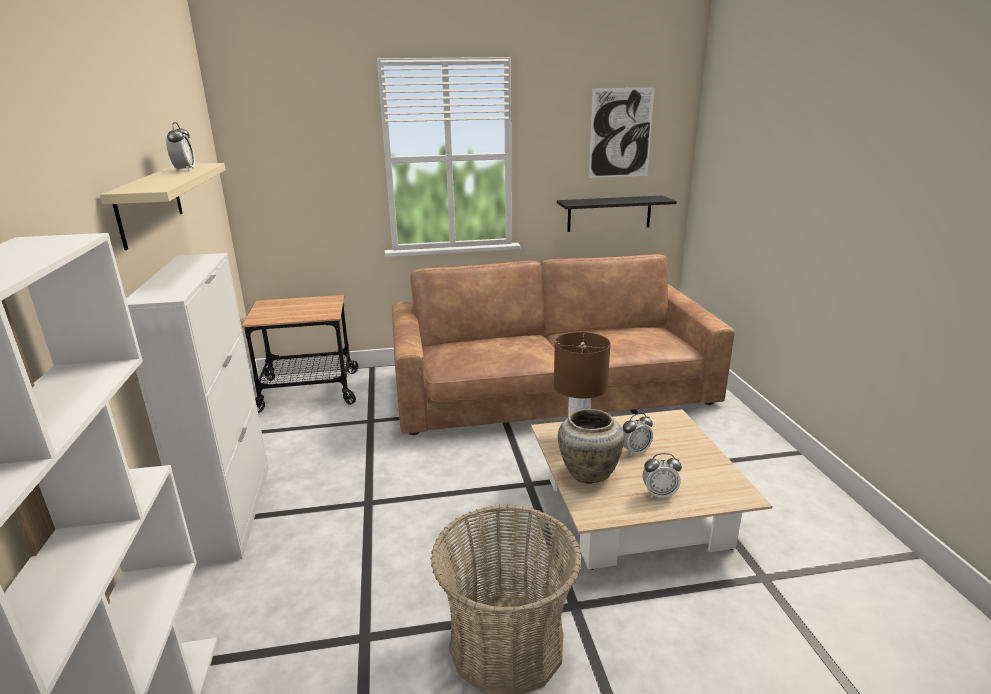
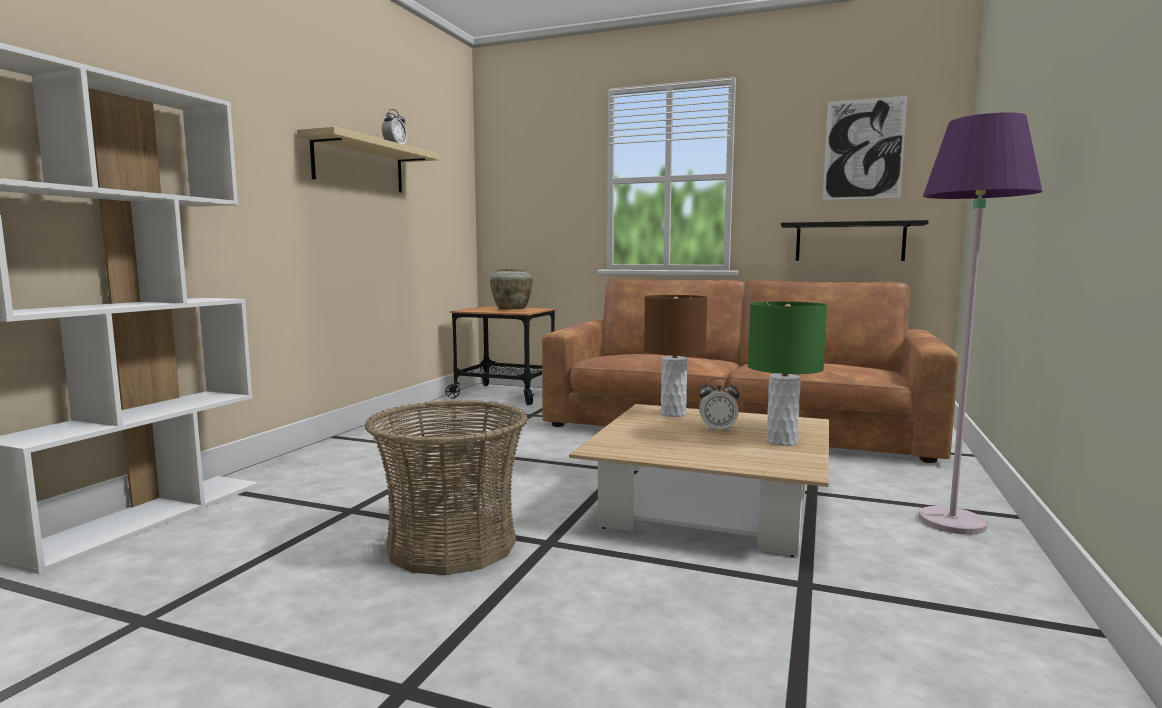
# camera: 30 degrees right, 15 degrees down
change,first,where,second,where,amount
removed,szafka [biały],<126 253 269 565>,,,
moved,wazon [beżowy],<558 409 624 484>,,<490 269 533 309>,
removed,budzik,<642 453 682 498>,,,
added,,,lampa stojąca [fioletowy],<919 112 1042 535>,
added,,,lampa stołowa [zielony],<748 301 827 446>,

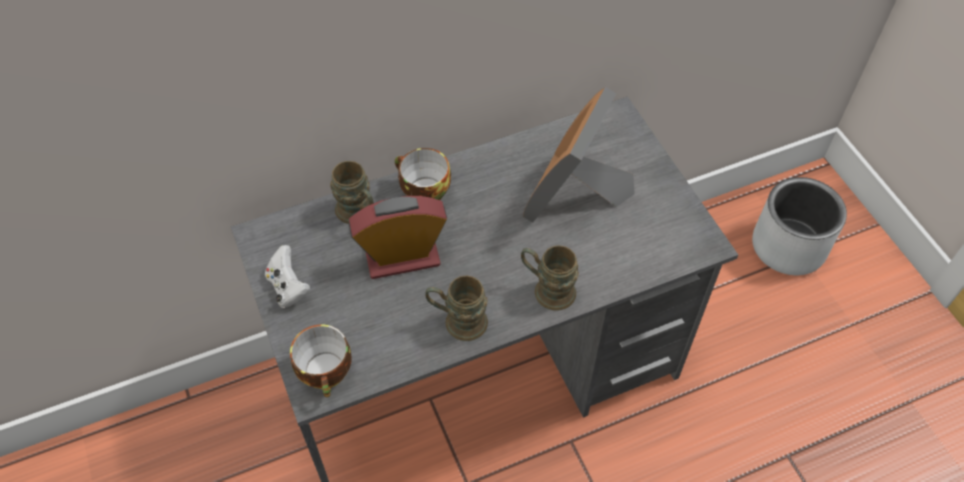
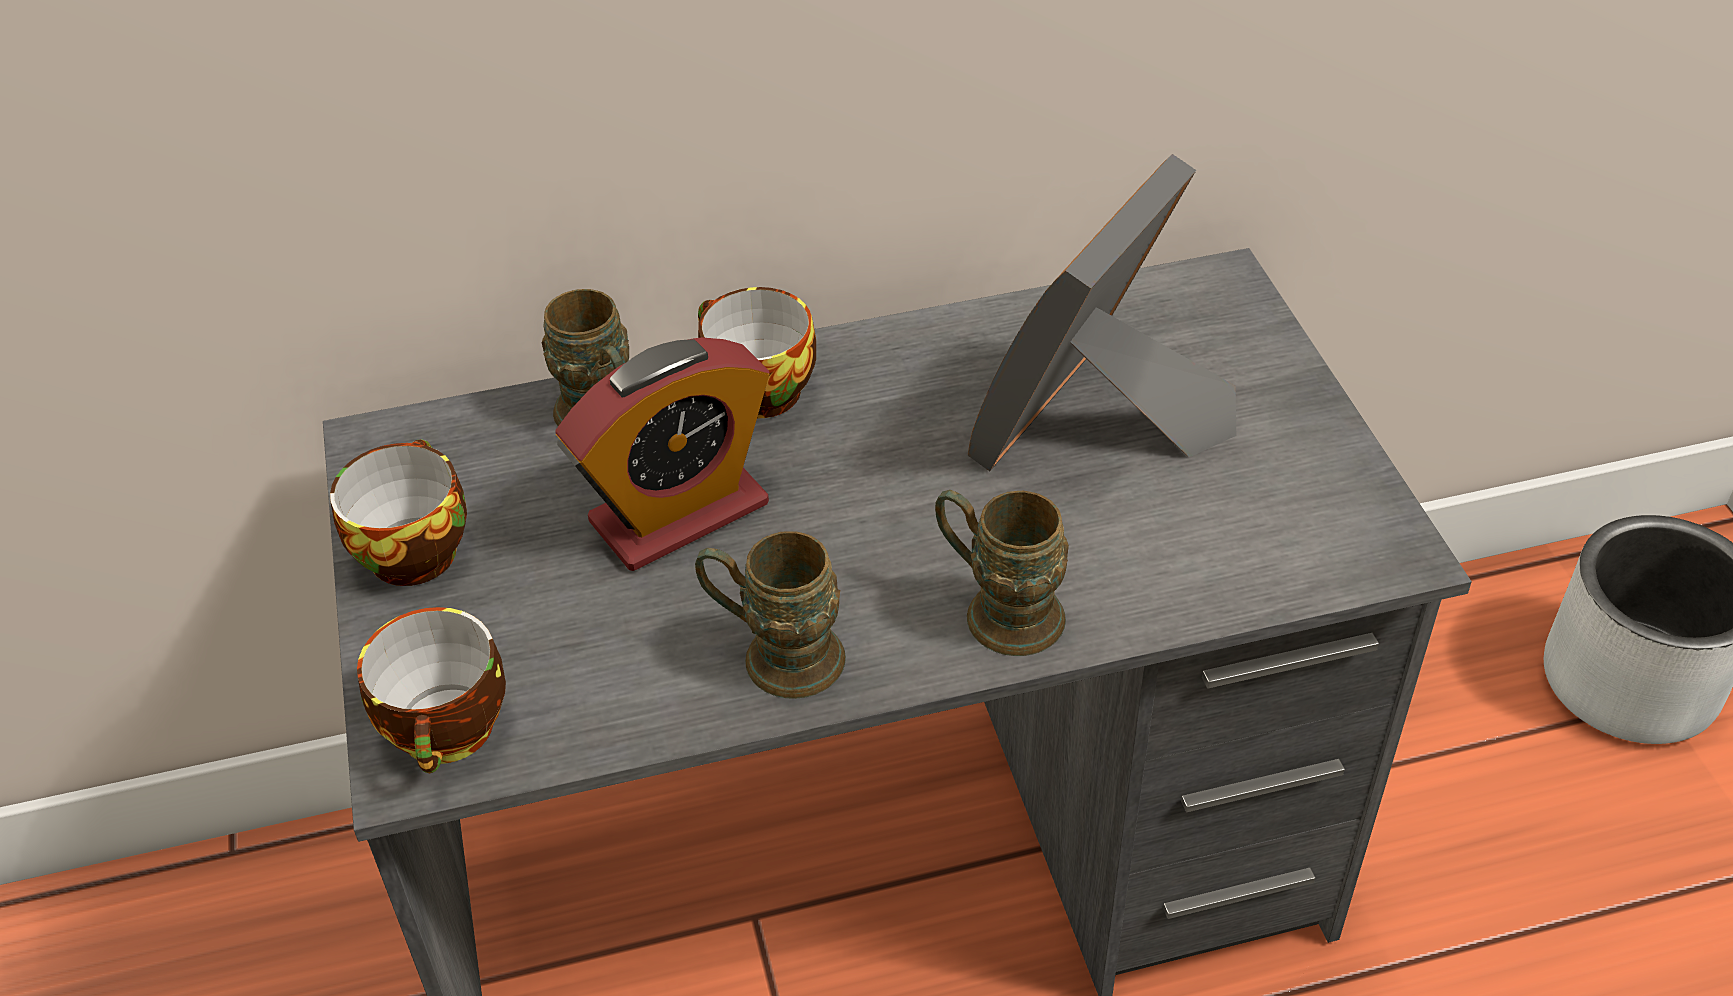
# camera: 10 degrees right, 10 degrees down
change,first,where,second,where,amount
turned,budzik,<349 196 447 279>,,<555 337 769 571>,150 degrees clockwise
replaced,pad do gier [biały],<265 245 310 308>,filiżanka,<330 439 467 586>,

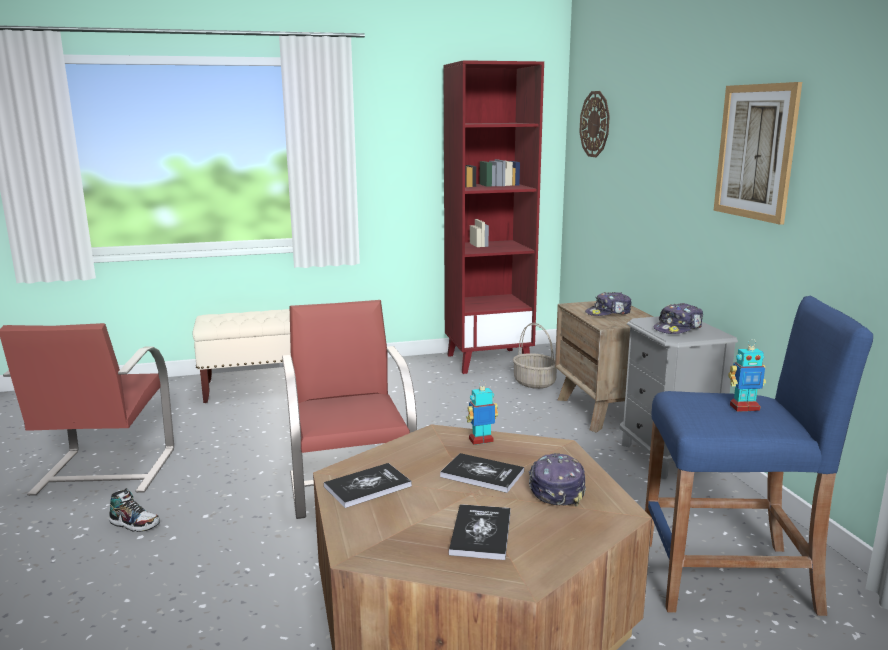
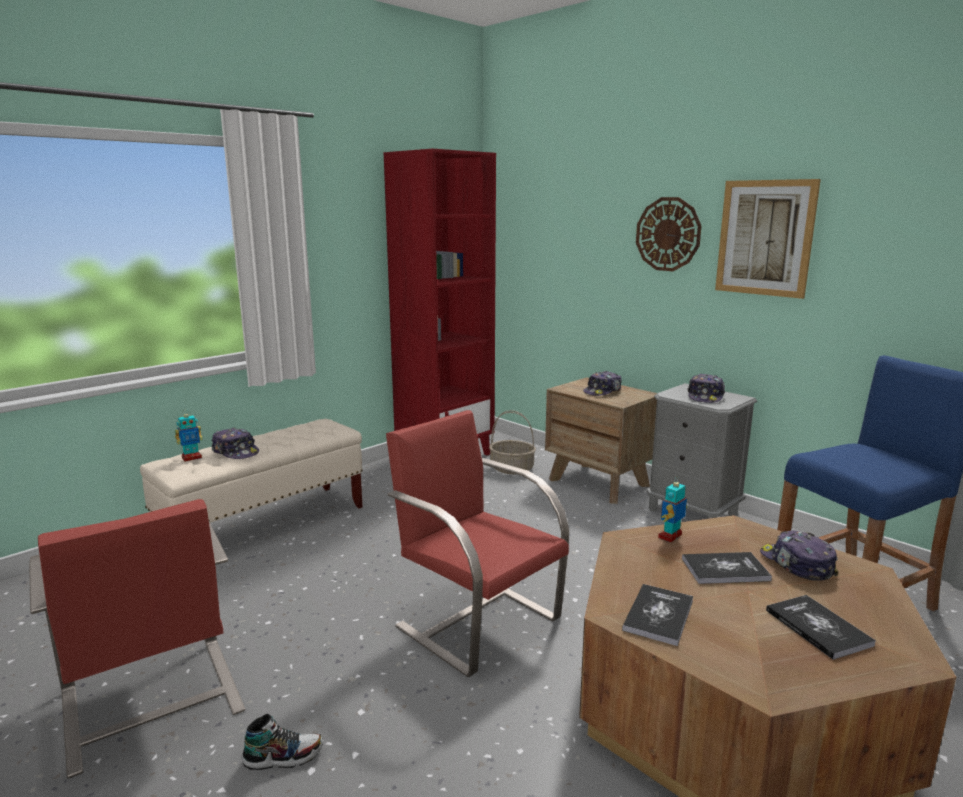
# camera: 30 degrees left, 0 degrees up
change,first,where,second,where,amount
moved,zegar ścienny,<579 91 610 157>,,<636 197 701 271>,
moved,robot zabawkowy,<728 339 766 412>,,<175 409 203 462>,
added,,,czapka z daszkiem,<211 428 259 459>,

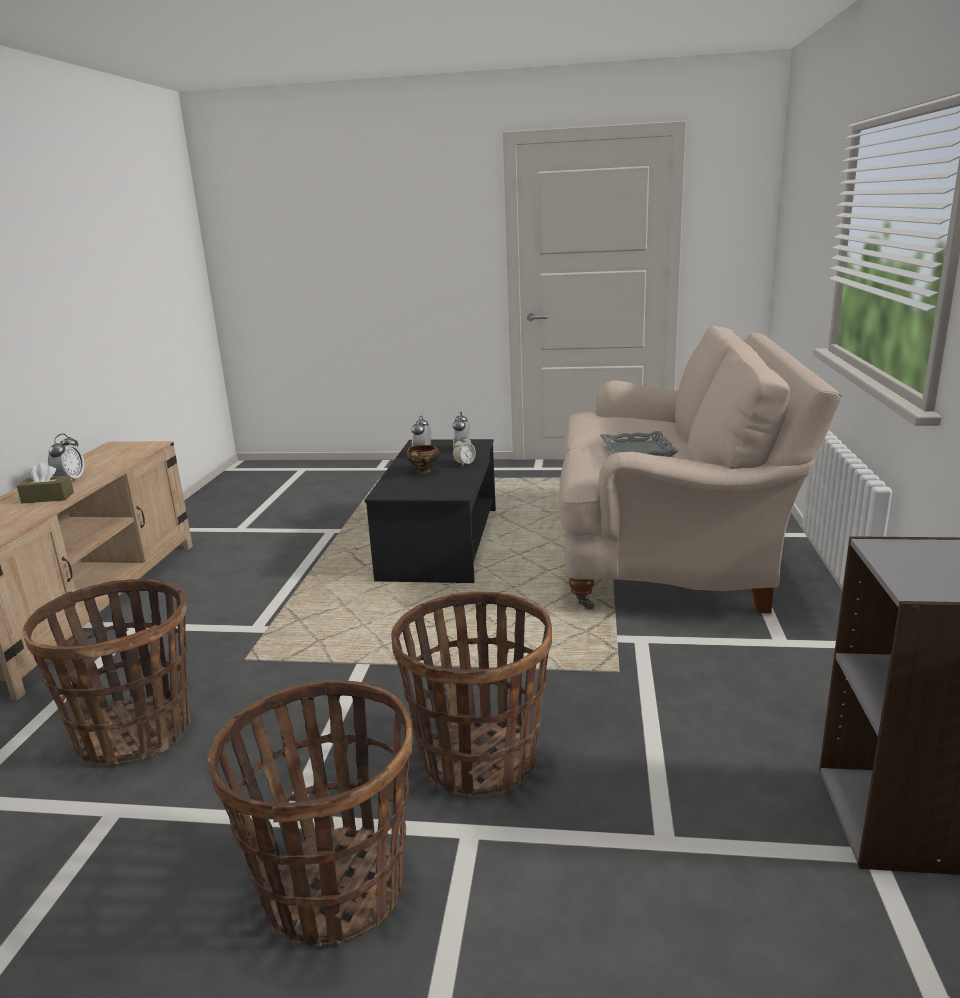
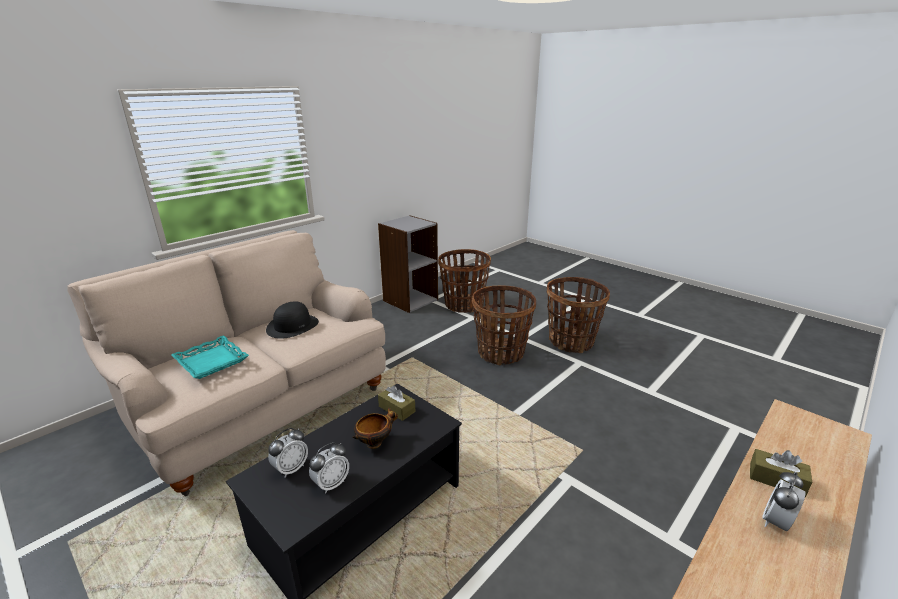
# camera: 145 degrees left, 5 degrees up
change,first,where,second,where,amount
replaced,taca [szary],<600 431 678 457>,kapelusz [czarny],<266 301 319 339>,
removed,budzik,<453 435 476 466>,,,
moved,koszyk,<23 579 190 764>,,<438 249 491 313>,
added,,,taca [turkusowy],<171 336 249 379>,
added,,,pudełko chusteczek [brązowy],<378 385 415 421>,

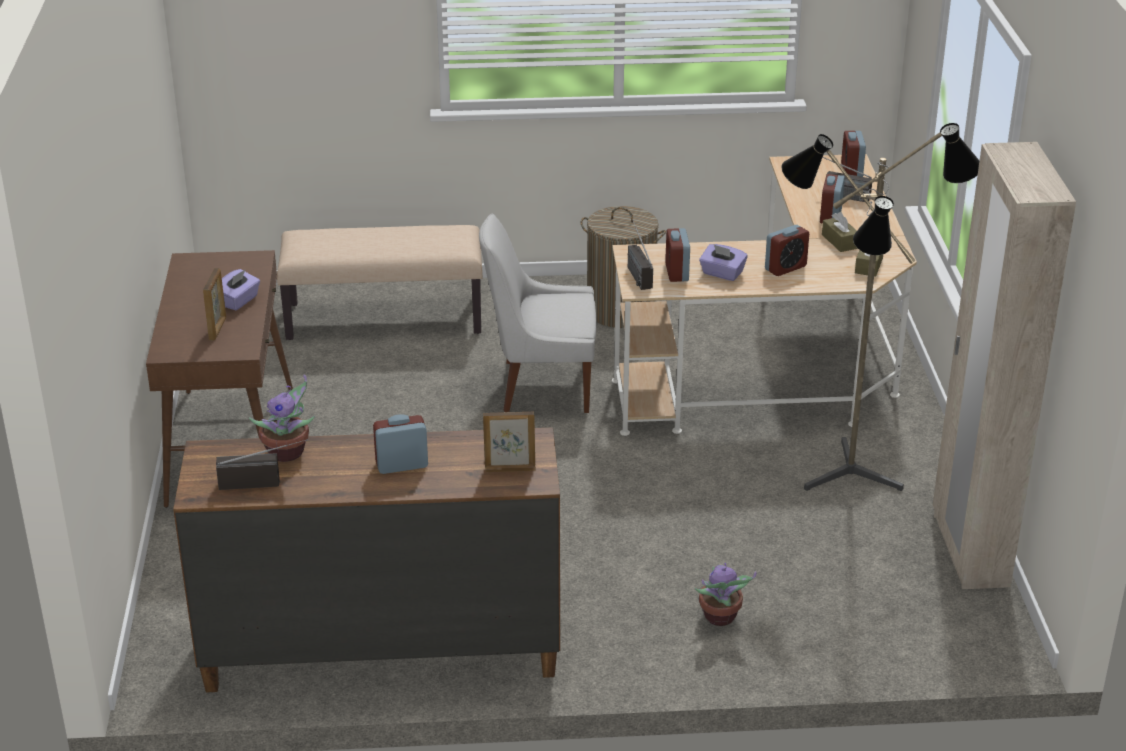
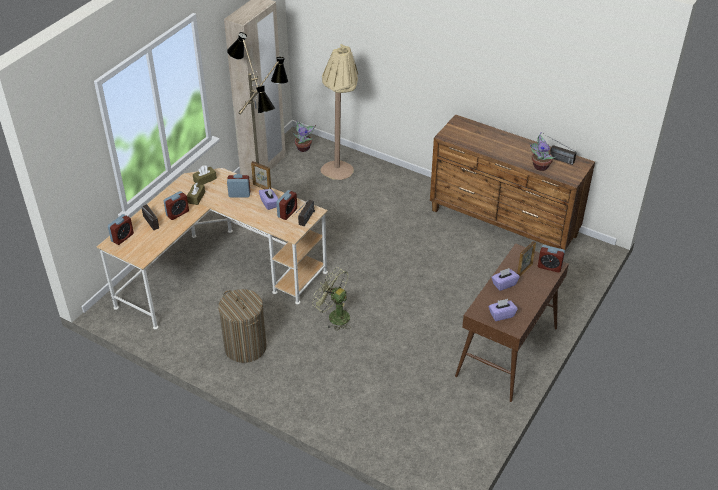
# camera: 145 degrees left, 10 degrees up
change,first,where,second,where,amount
replaced,krzesło [biały],<479 214 597 413>,wentylator [zielony],<312 267 351 331>,
removed,ławka [beżowy],<277 225 483 340>,,,
moved,ramka na zdjęcie,<483 412 535 472>,,<251 161 271 189>,
moved,budzik,<373 414 428 474>,,<538 245 565 273>,
moved,roślina doniczkowa,<694 563 757 626>,,<293 120 316 152>,
added,,,lampa stojąca [beżowy],<320 44 358 180>,
added,,,pudełko chusteczek [fioletowy],<489 299 517 321>,

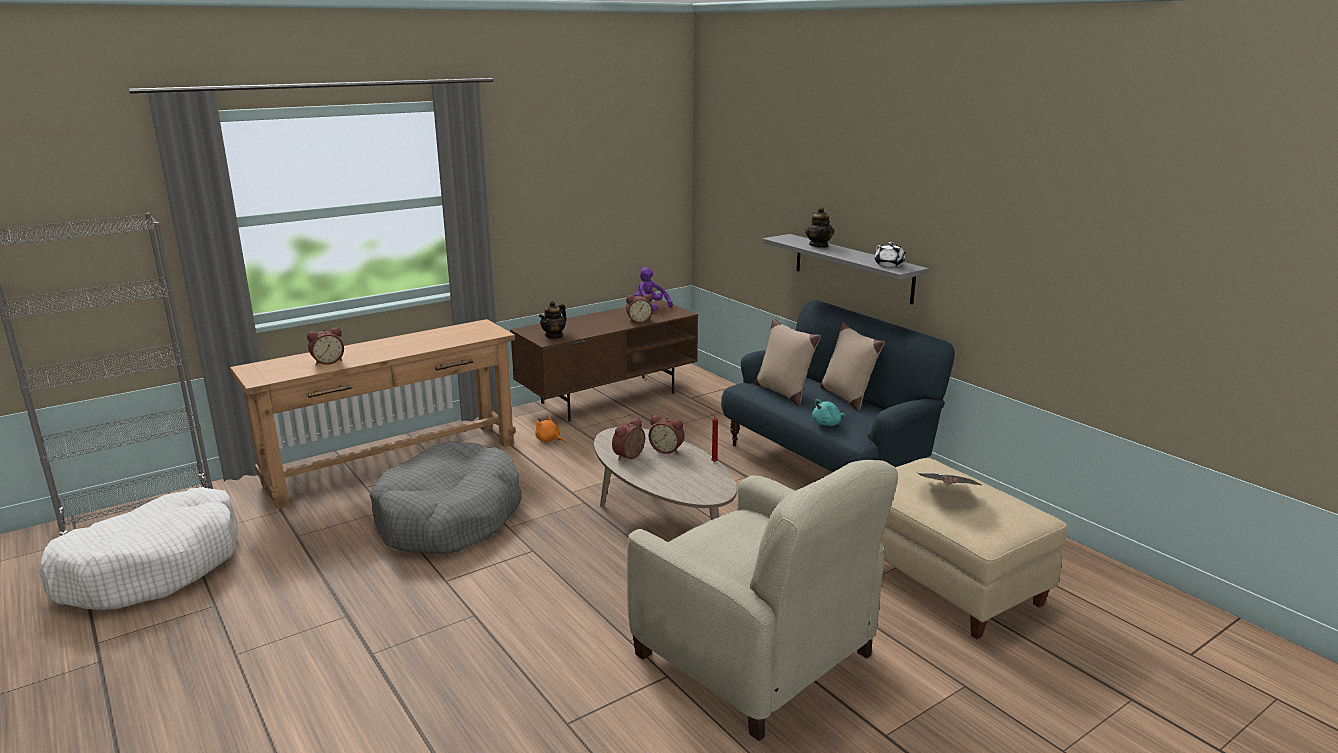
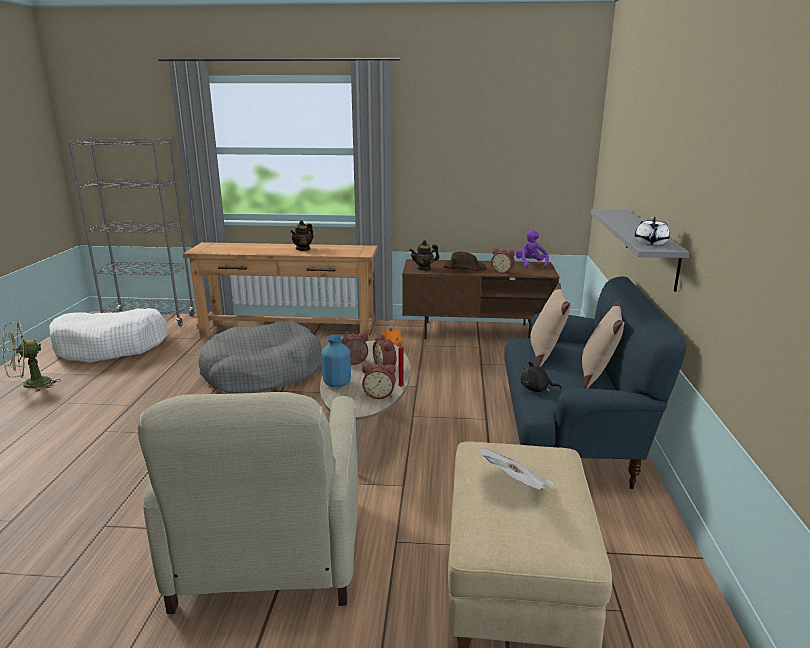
# camera: 40 degrees right, 0 degrees up
change,first,where,second,where,amount
moved,imbryk,<805 207 834 248>,,<290 220 314 251>,
moved,budzik,<307 327 344 365>,,<362 363 396 399>,
recoloured,pluszak [turkusowy],<812 399 846 426>,pluszak [czarny],<521 361 562 392>,
added,,,kapelusz [brązowy],<443 252 487 270>,
added,,,wentylator [zielony],<2 321 61 392>,
added,,,wazon [niebieski],<322 334 351 387>,

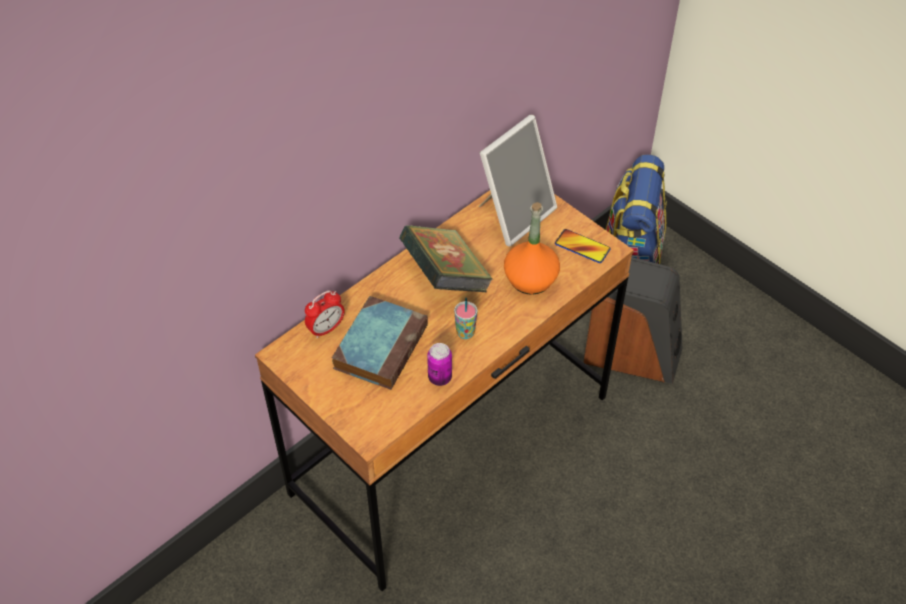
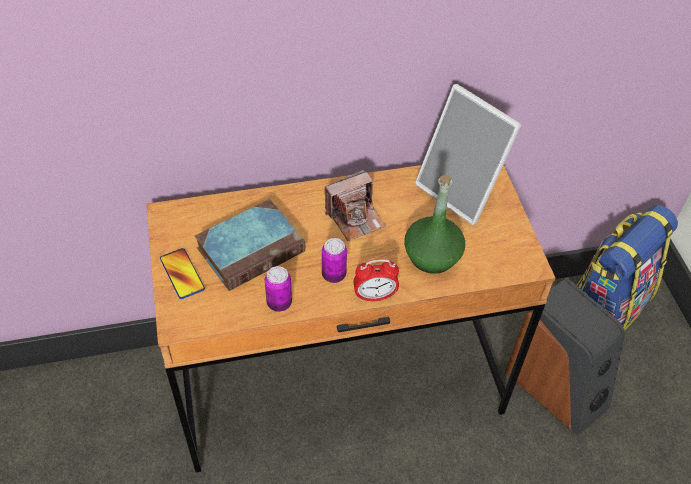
# camera: 30 degrees right, 0 degrees up
change,first,where,second,where,amount
turned,ramka na zdjęcie,<479 115 557 246>,,<415 84 521 225>,60 degrees clockwise
recoloured,butelka [pomarańczowy],<504 202 560 295>,butelka [zielony],<404 175 465 274>,
replaced,książka,<399 225 493 292>,aparat fotograficzny,<325 170 386 241>,
moved,telefon,<555 229 611 263>,,<160 248 205 299>,
moved,budzik,<305 290 345 339>,,<353 259 399 301>,
replaced,filiżanka,<454 298 478 339>,puszka,<322 238 347 283>,

